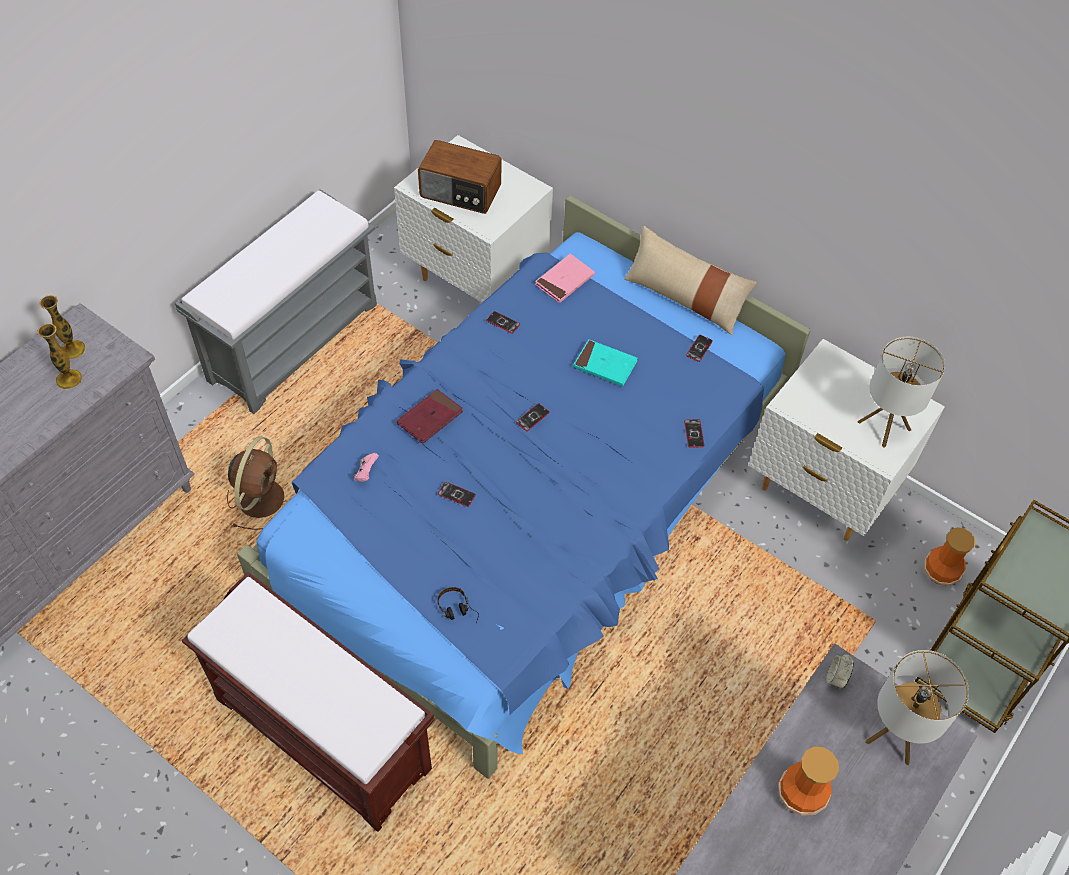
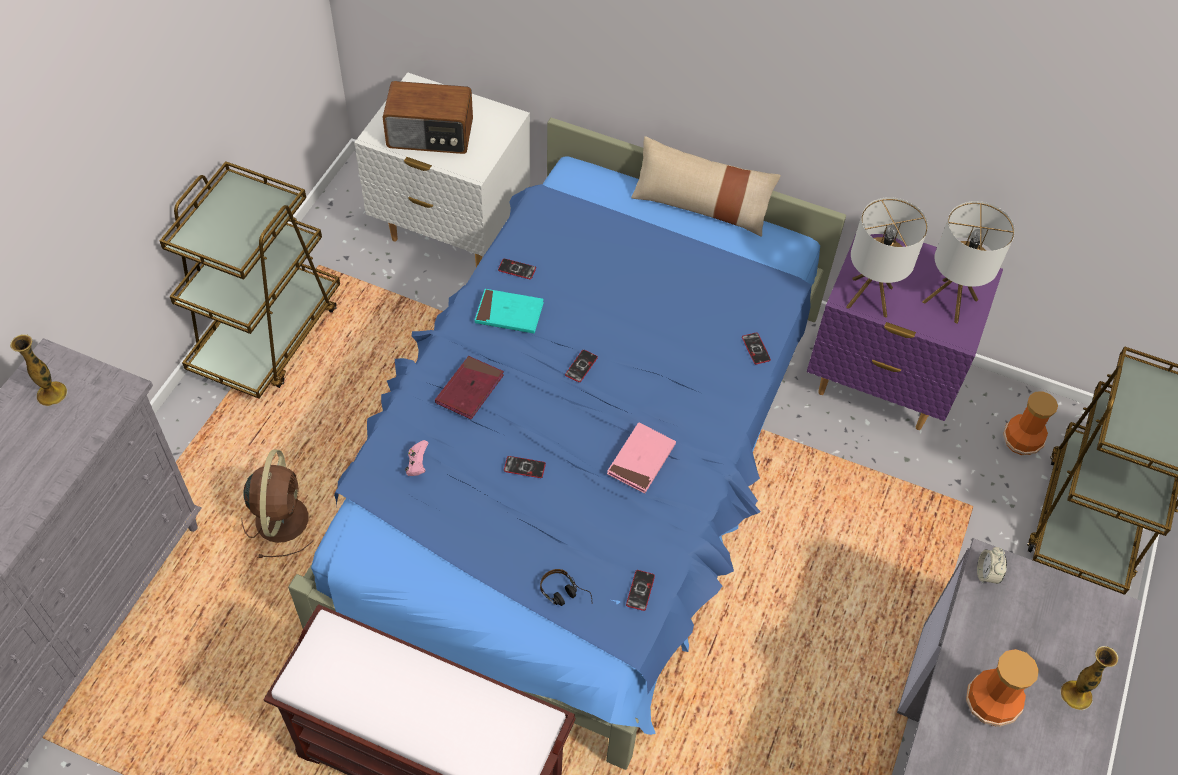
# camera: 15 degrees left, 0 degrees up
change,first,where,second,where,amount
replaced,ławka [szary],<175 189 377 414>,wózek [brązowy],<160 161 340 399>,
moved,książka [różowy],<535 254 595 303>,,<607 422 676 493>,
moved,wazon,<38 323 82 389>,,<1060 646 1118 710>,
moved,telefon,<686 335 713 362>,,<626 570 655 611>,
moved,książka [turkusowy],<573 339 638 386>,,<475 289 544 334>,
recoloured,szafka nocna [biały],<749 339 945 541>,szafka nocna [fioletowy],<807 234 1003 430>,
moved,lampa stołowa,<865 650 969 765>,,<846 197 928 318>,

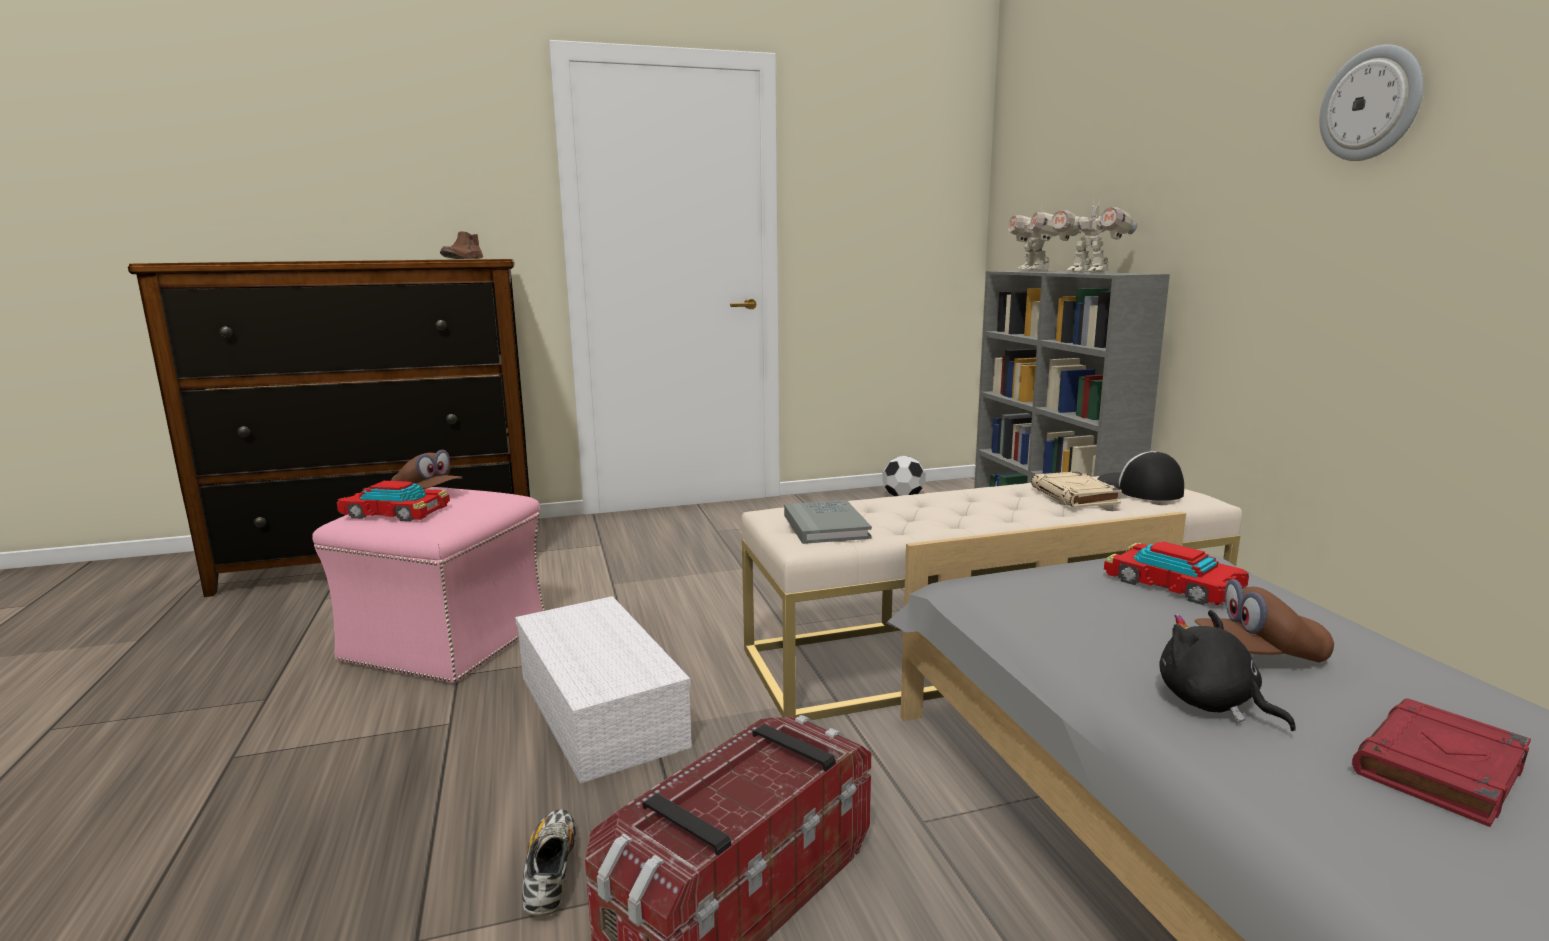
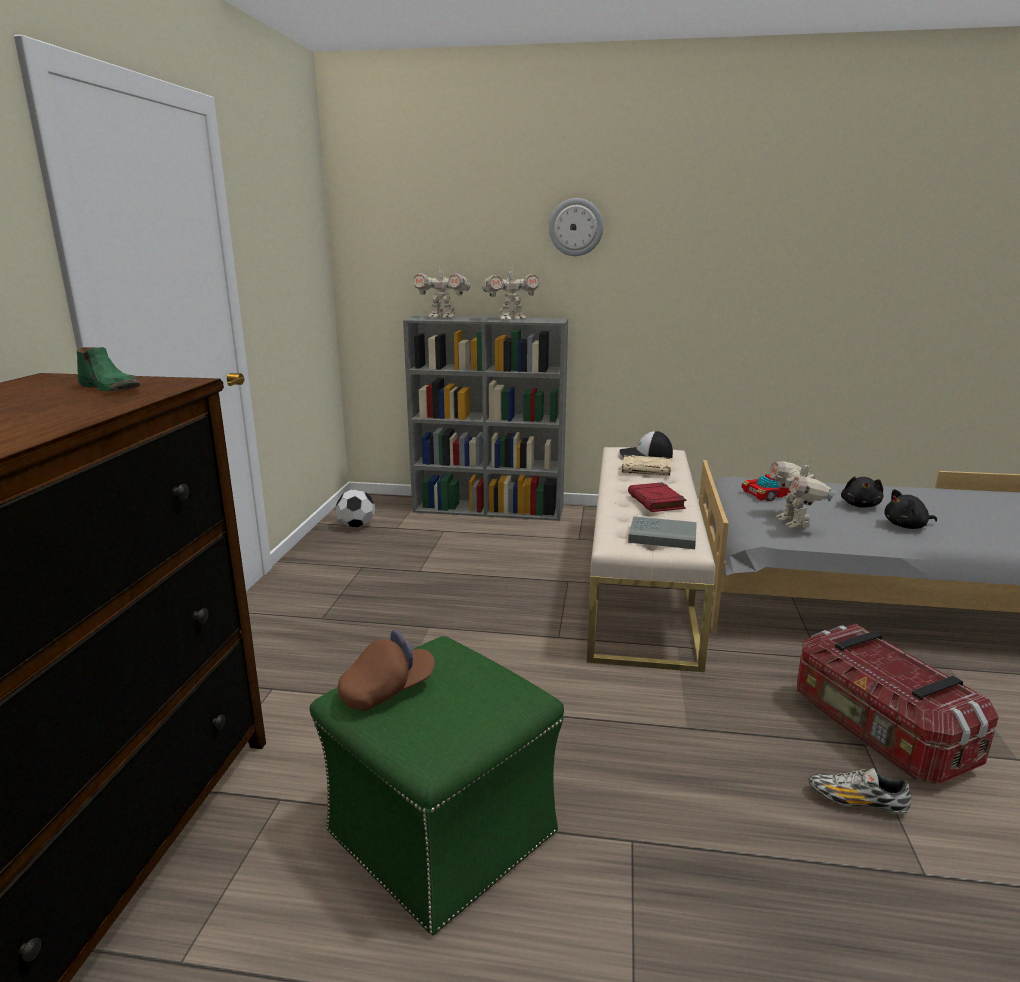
# camera: 65 degrees left, 5 degrees up
change,first,where,second,where,amount
moved,zegar ścienny,<1319 44 1423 161>,,<549 198 603 256>,
recoloured,but [brązowy],<440 232 483 259>,but [zielony],<76 347 140 391>,
removed,samochodzik,<337 481 450 521>,,,
recoloured,pufa [różowy],<312 487 545 684>,pufa [zielony],<310 636 564 935>,
replaced,czapka z daszkiem [brązowy],<1195 579 1334 663>,pluszak [czarny],<841 476 883 508>,
removed,pojemnik do przechowywania [biały],<515 596 692 783>,,,
moved,książka [czerwony],<1352 698 1531 827>,,<628 482 686 512>,
added,,,robot zabawkowy,<769 459 836 529>,

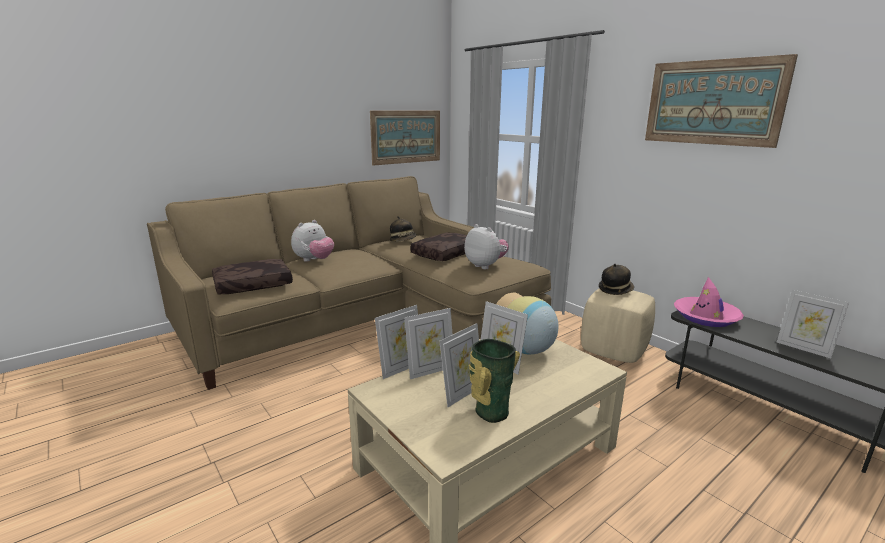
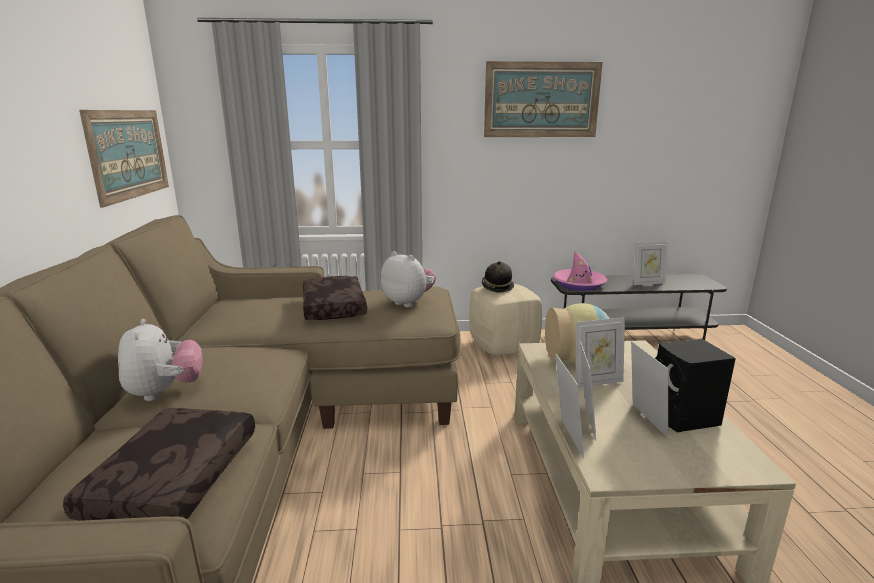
# camera: 55 degrees left, 0 degrees up
change,first,where,second,where,amount
removed,kapelusz,<390 216 417 241>,,,
turned,pluszak,<464 224 509 269>,,<381 251 436 308>,45 degrees clockwise
replaced,wazon,<469 339 520 423>,głośnik [czarny],<655 339 736 432>,

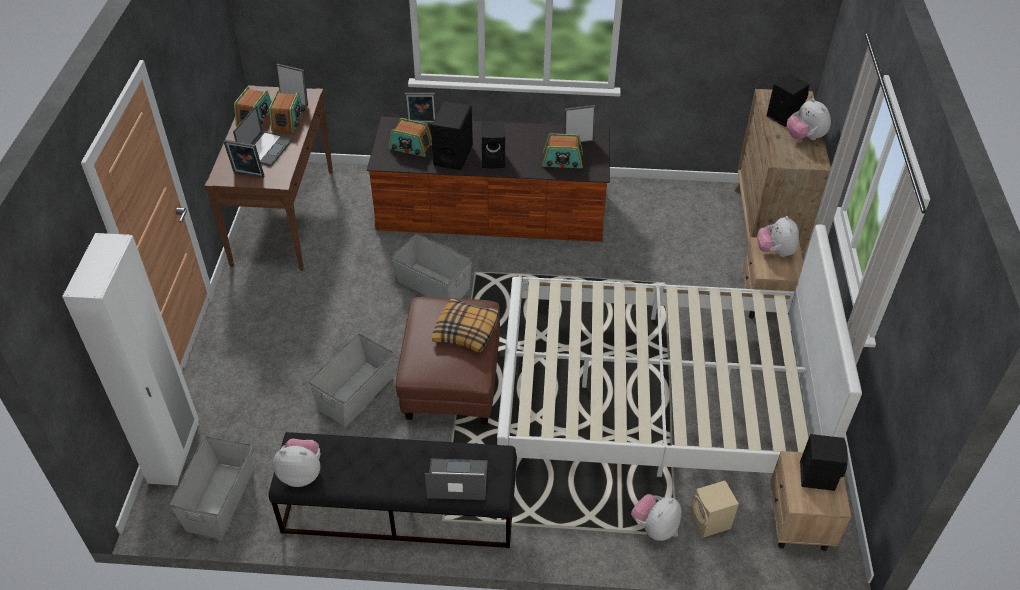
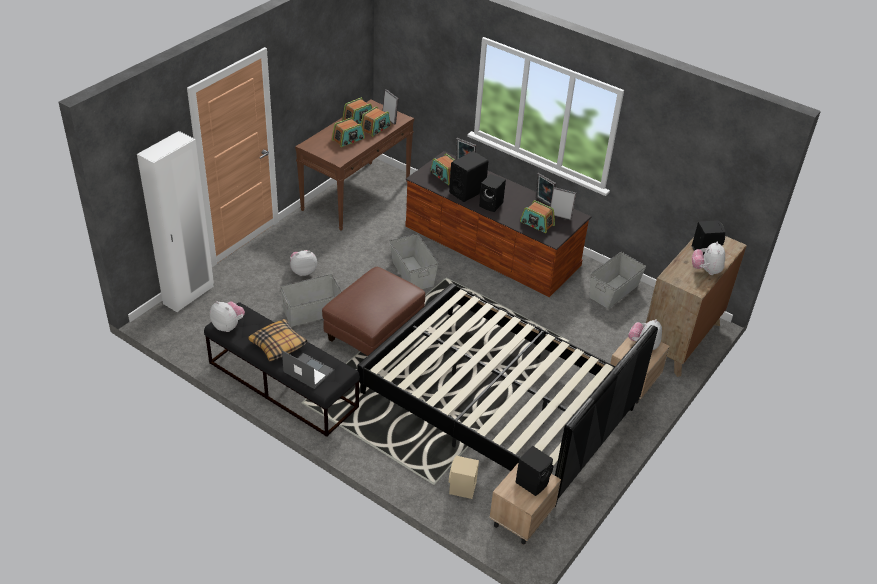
# camera: 30 degrees right, 5 degrees down
change,first,where,second,where,amount
replaced,laptop,<233 105 293 167>,radio,<332 117 365 147>,
moved,ramka na zdjęcie,<224 140 264 178>,,<536 173 556 206>,
recoloured,łóżko [biały],<497 225 862 477>,łóżko [czarny],<357 283 658 507>,
moved,poduszka,<432 298 499 353>,,<248 319 307 361>,
moved,pojemnik do przechowywania [szary],<169 436 254 539>,,<589 252 646 309>,
moved,pluszak,<631 494 682 541>,,<290 250 317 276>,

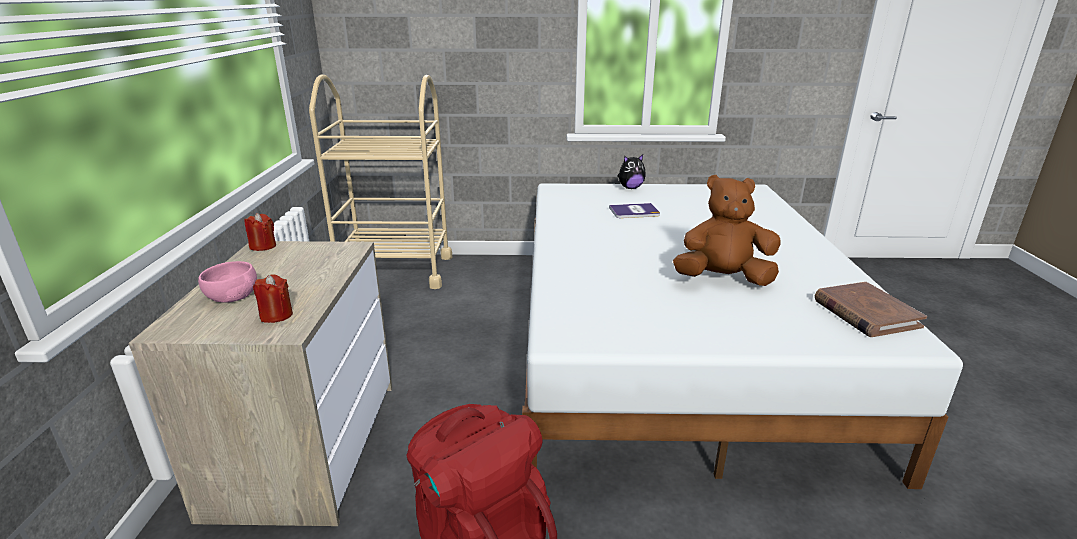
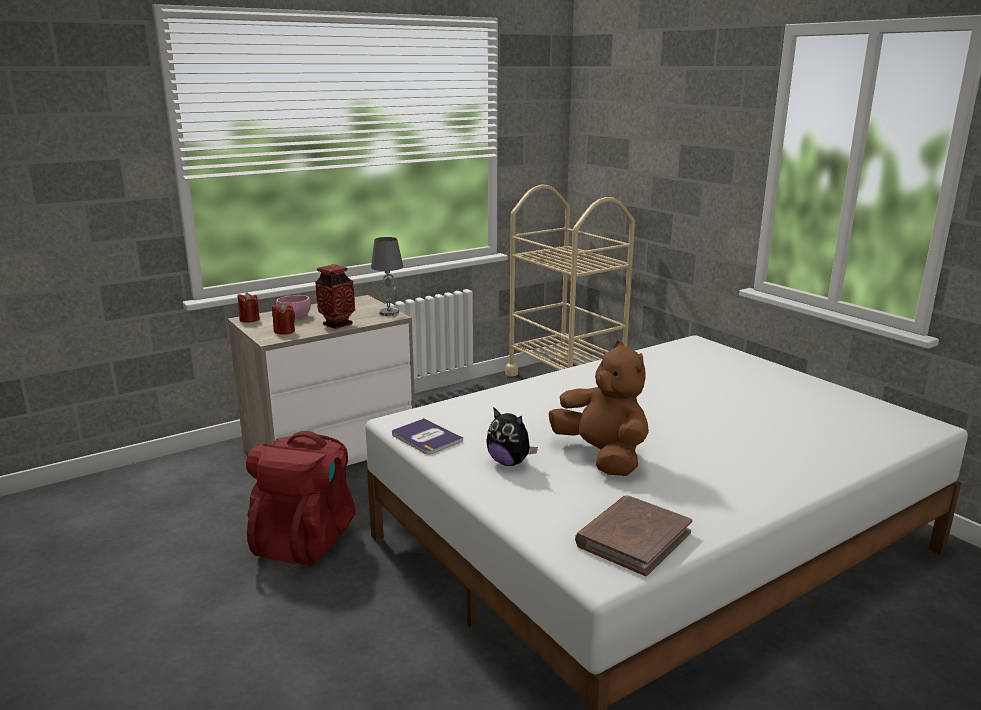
# camera: 55 degrees right, 5 degrees down
change,first,where,second,where,amount
moved,pluszak,<617 155 646 189>,,<486 407 538 466>,
moved,książka,<609 203 660 218>,,<392 418 463 454>,
moved,świeca [czerwony],<244 213 276 251>,,<238 292 260 323>,
added,,,lampa stołowa [szary],<371 237 403 316>,
added,,,wazon,<315 264 355 329>,

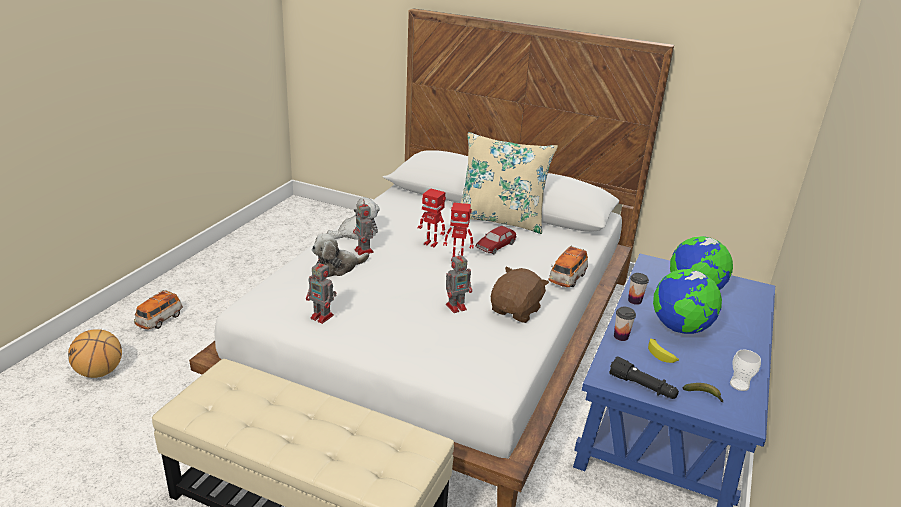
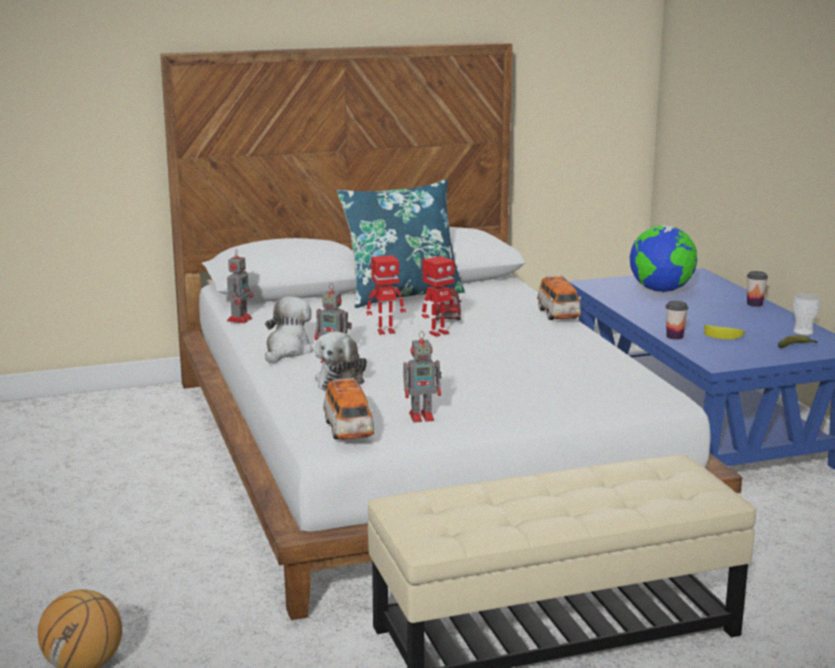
# camera: 40 degrees left, 10 degrees down
change,first,where,second,where,amount
recoloured,poduszka [beżowy],<461 132 558 234>,poduszka [niebieski],<337 179 465 308>,
moved,robot zabawkowy,<446 251 472 313>,,<227 249 253 323>,
removed,pluszak [brązowy],<491 267 549 323>,,,
removed,globus,<653 269 722 334>,,,
moved,filiżanka,<628 273 649 305>,,<747 271 768 307>,
moved,samochodzik,<134 290 183 329>,,<323 378 374 440>,
removed,latarka [czarny],<609 356 679 399>,,,

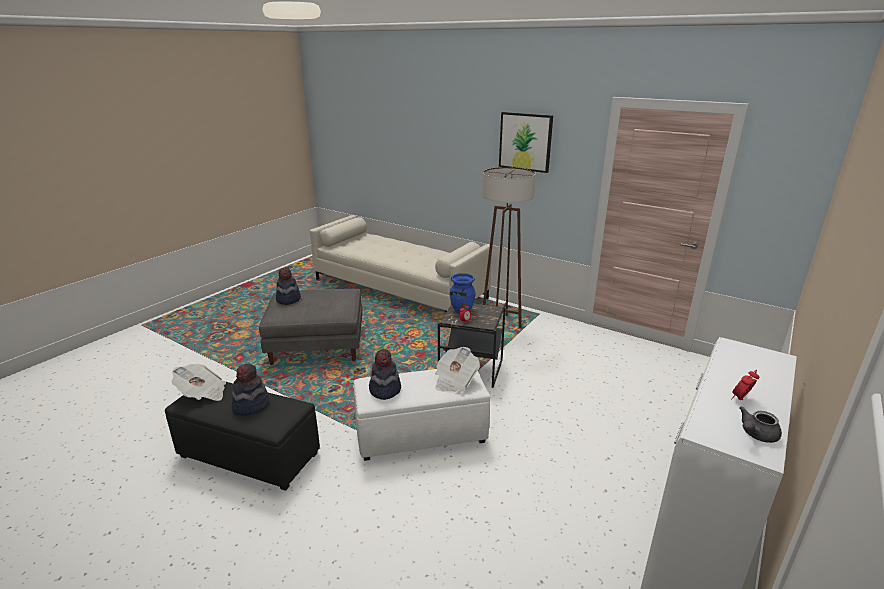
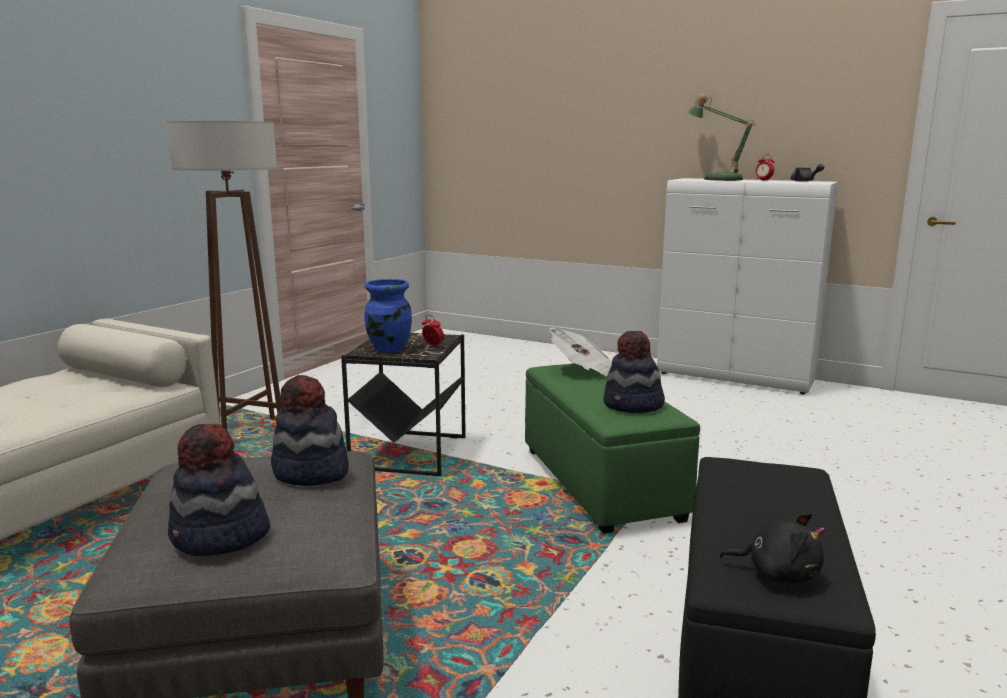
# camera: 95 degrees left, 10 degrees down
change,first,where,second,where,amount
removed,obraz,<499 112 553 173>,,,
replaced,gazeta,<172 364 226 401>,pluszak [czarny],<719 513 825 583>,
moved,kapelusz,<231 364 270 416>,,<271 375 349 486>,
recoloured,pufa [biały],<354 369 490 461>,pufa [zielony],<525 363 700 534>,
added,,,lampa stołowa,<688 93 755 181>,

